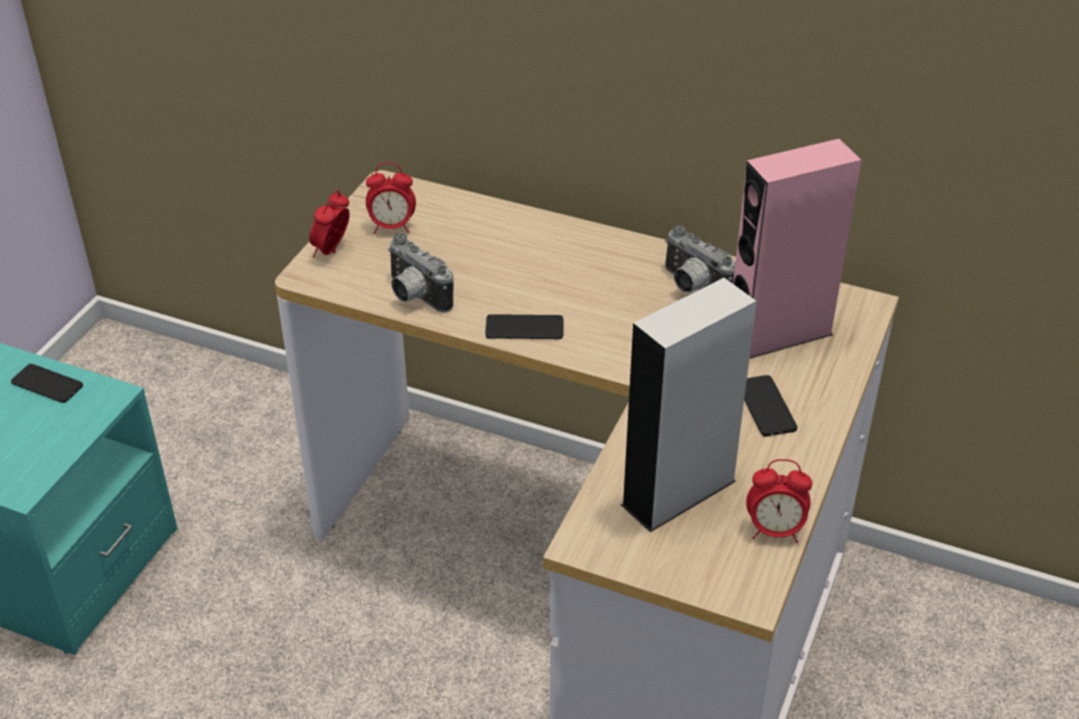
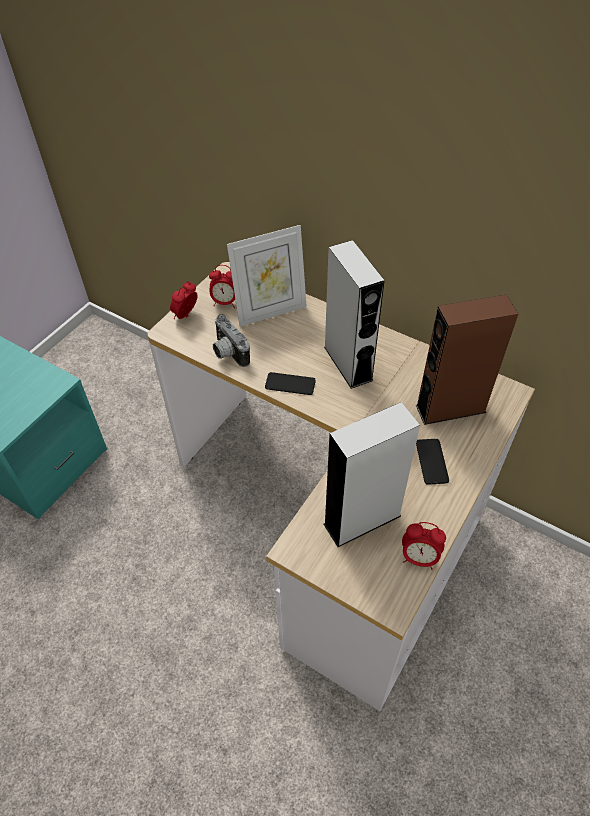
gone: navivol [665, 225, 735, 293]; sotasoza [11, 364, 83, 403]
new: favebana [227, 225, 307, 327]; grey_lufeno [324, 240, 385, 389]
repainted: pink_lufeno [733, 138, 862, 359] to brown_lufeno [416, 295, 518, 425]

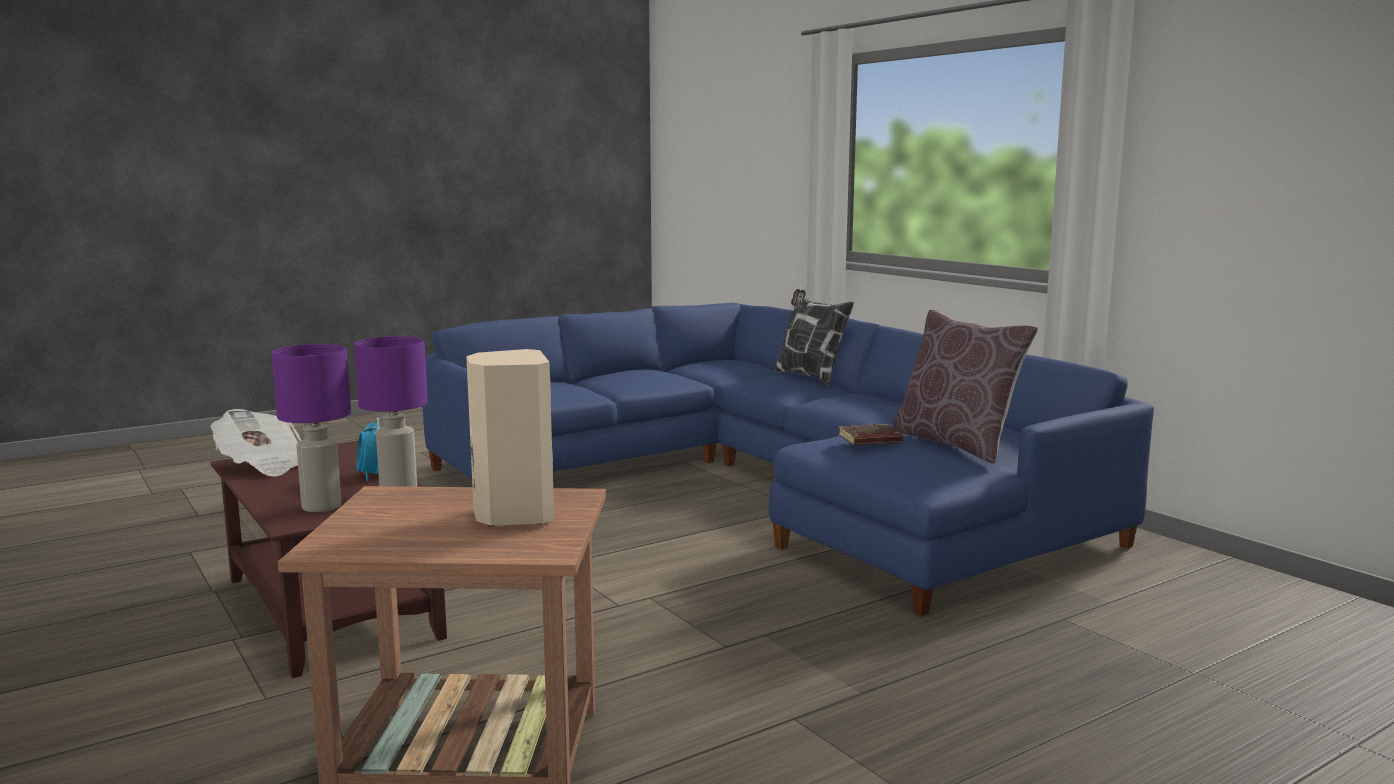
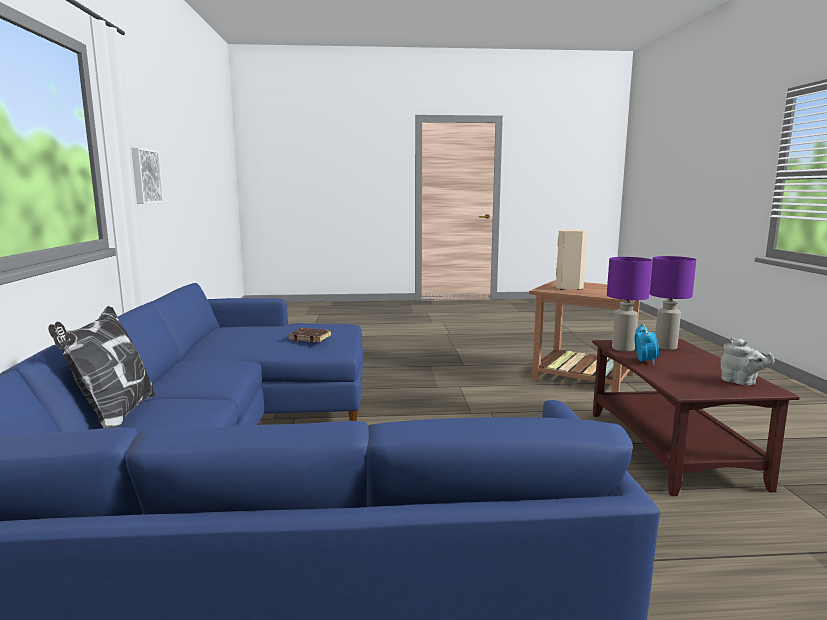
gone: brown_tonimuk [892, 310, 1038, 464]
new: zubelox [131, 148, 164, 204]
swapped: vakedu [211, 409, 301, 476] to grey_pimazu [721, 338, 775, 386]

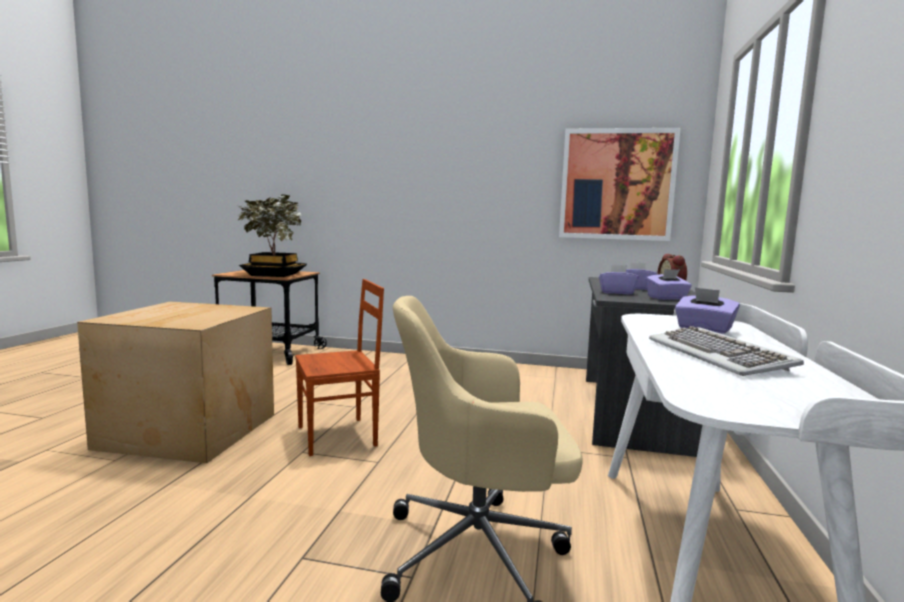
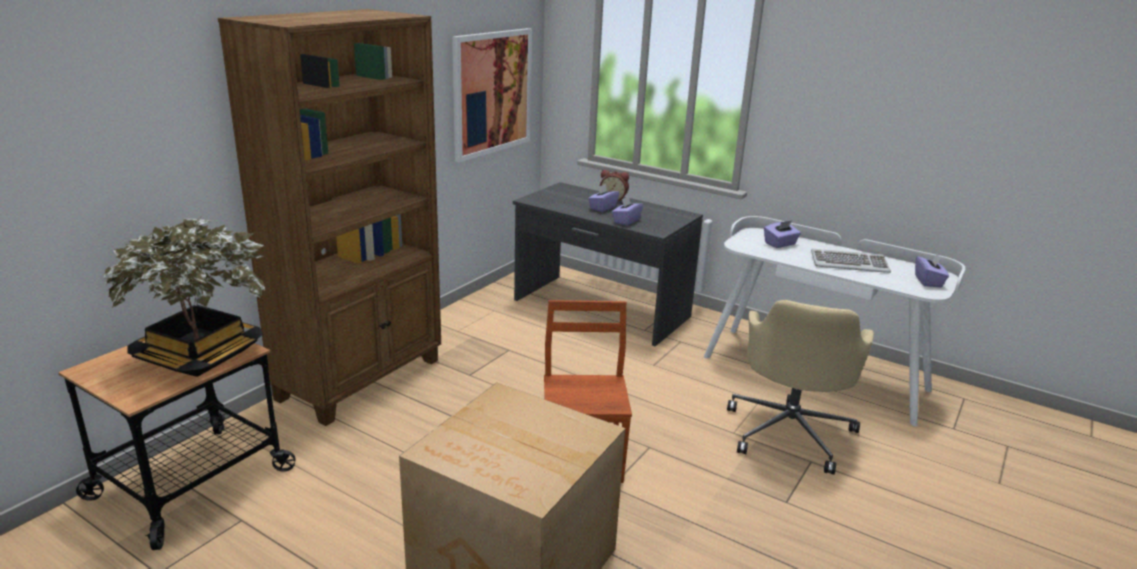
new: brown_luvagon [218, 9, 441, 426]
shifted: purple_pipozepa [646, 269, 692, 300] to [915, 253, 949, 288]

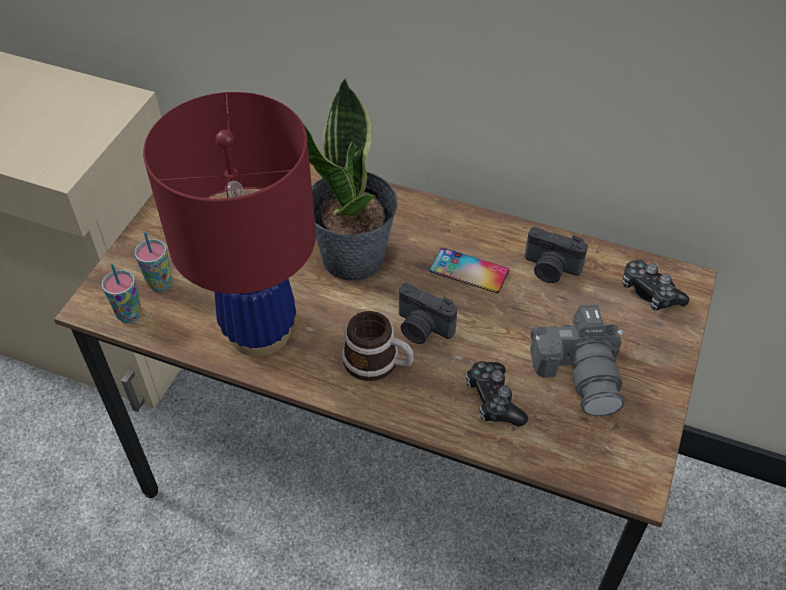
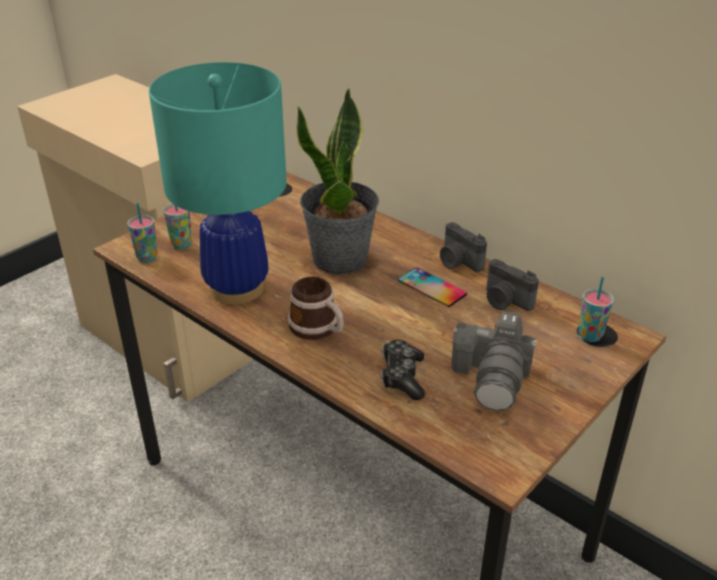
shifted: navivol [399, 283, 457, 344] to [440, 222, 487, 272]
swapped: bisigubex [622, 260, 689, 311] to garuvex [579, 277, 614, 342]
repainted: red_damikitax [143, 92, 316, 356] to turquoise_damikitax [149, 62, 287, 304]

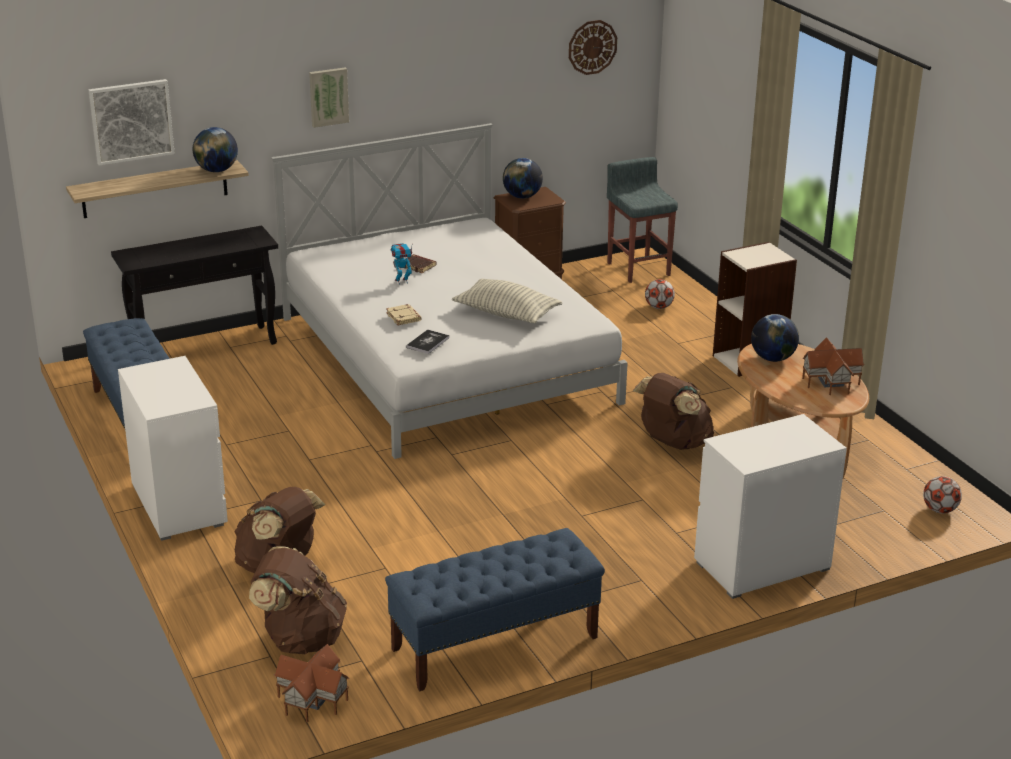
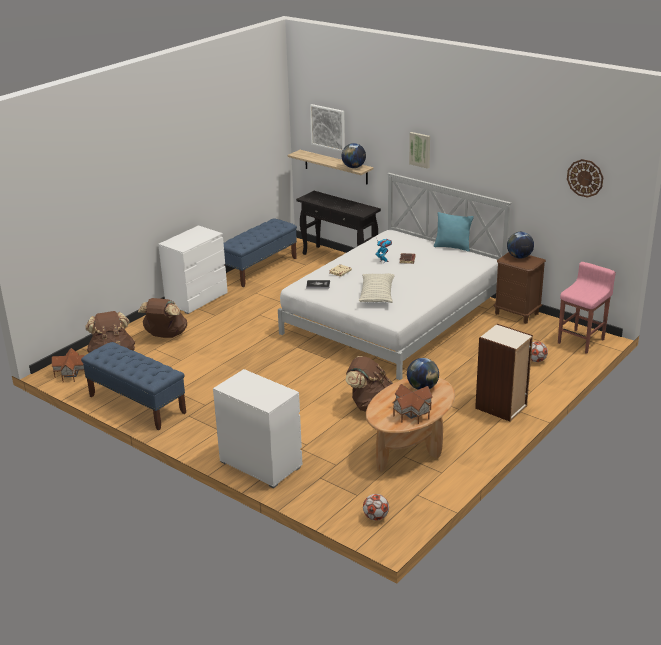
new: turquoise_tonimuk [434, 212, 474, 252]
repainted: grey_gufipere [607, 157, 678, 283] to pink_gufipere [558, 262, 616, 354]

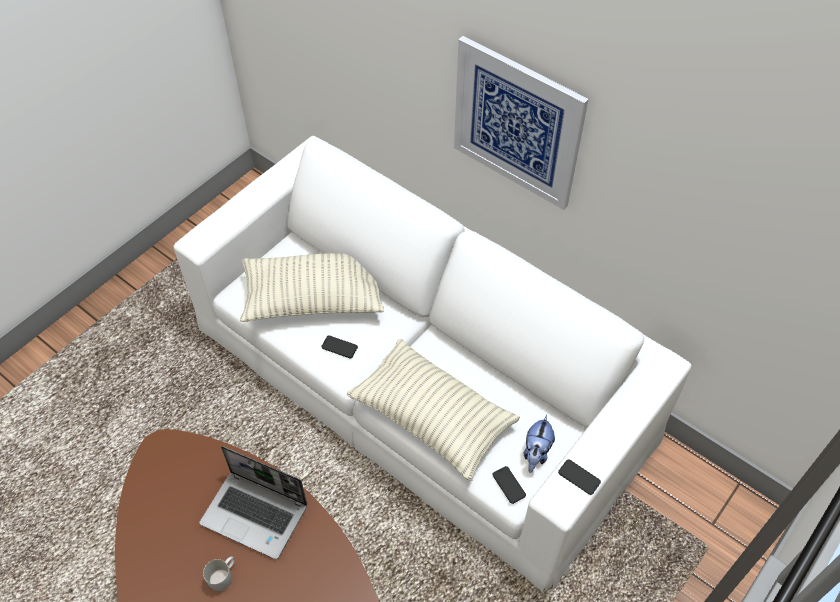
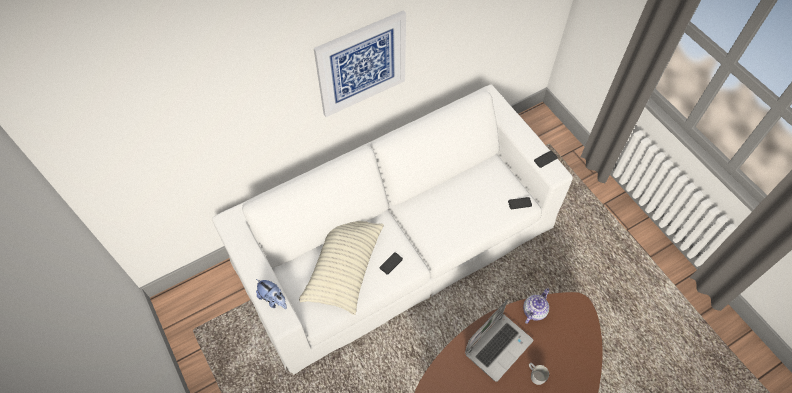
gone: tonimuk [347, 339, 520, 481]
new: pimazu [523, 288, 549, 324]
shifted: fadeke [524, 415, 555, 473] to [256, 279, 287, 309]

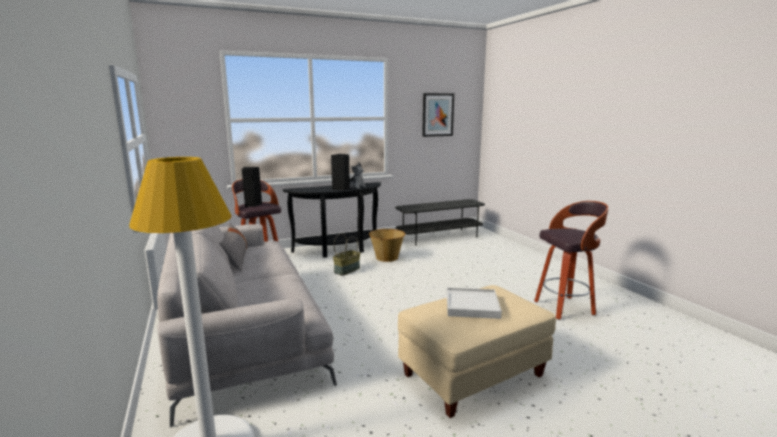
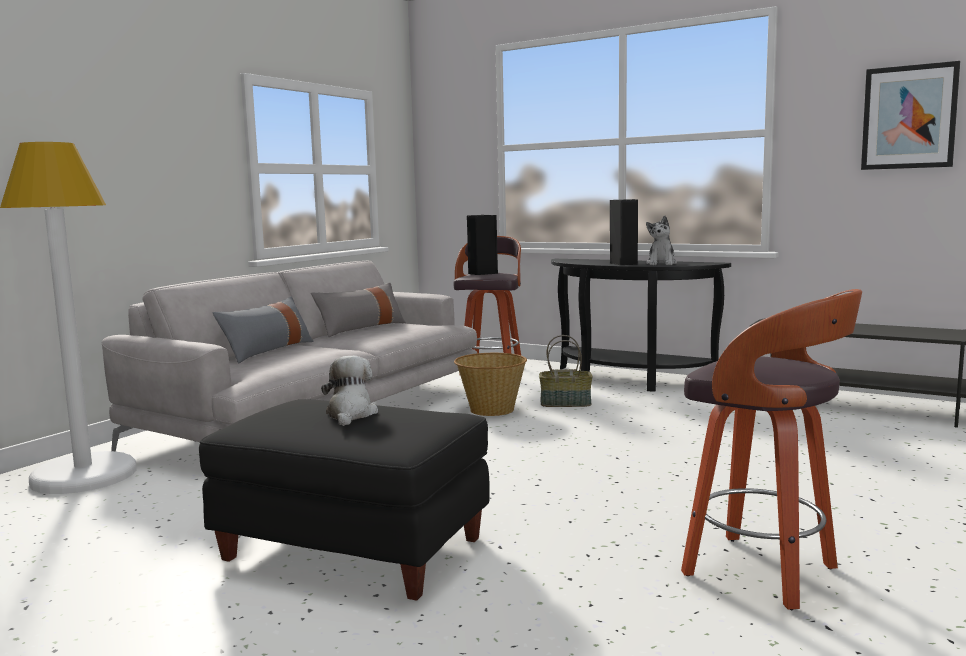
new: grey_tonimuk [212, 297, 314, 364]
shifted: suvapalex [369, 229, 405, 262] to [454, 353, 527, 416]
swapped: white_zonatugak [447, 288, 502, 319] to fadeke [321, 356, 378, 426]
repainted: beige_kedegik [398, 285, 556, 418] to black_kedegik [199, 399, 490, 601]

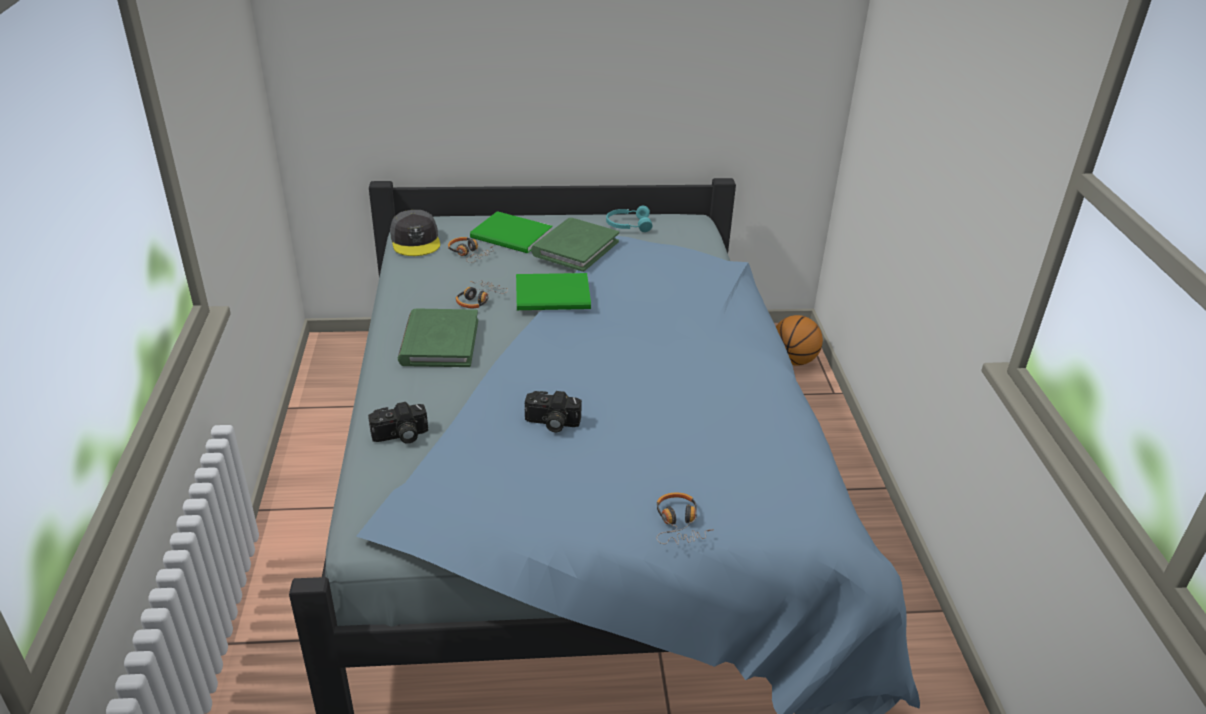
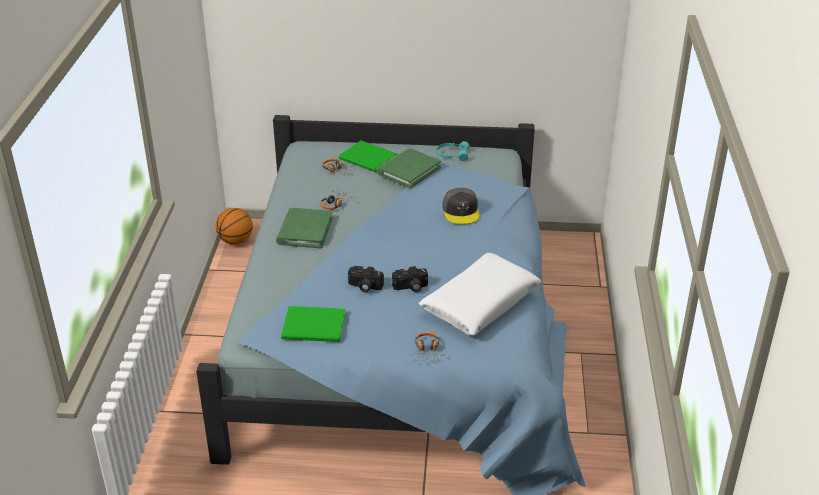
new: white_tonimuk [419, 253, 541, 335]
shifted: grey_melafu [390, 210, 440, 256] to [442, 188, 480, 225]; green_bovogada [516, 273, 591, 310] to [281, 306, 345, 342]; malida [776, 315, 823, 366] to [216, 208, 253, 245]; navivol [368, 402, 428, 444] to [392, 266, 428, 292]

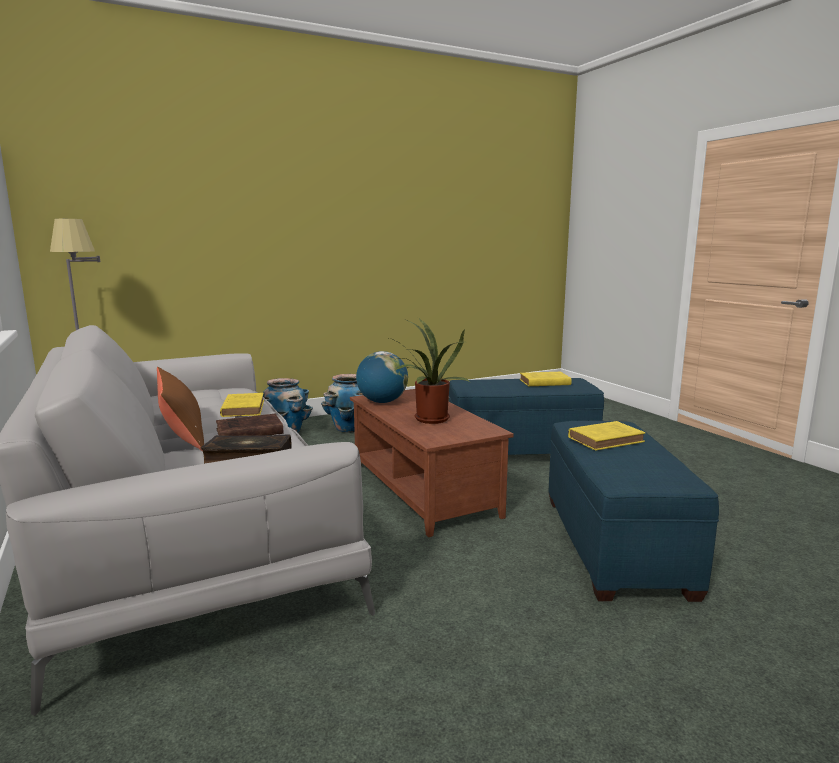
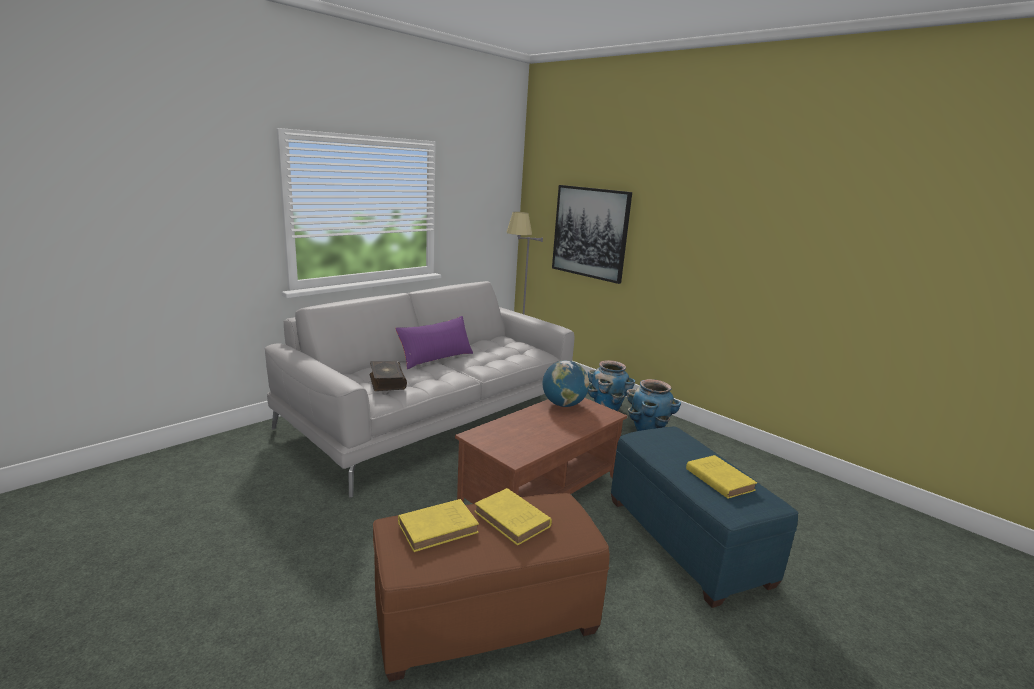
gone: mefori [389, 319, 470, 424]; brown_bovogada [216, 414, 284, 436]
new: zubelox [552, 185, 632, 284]
shifted: yellow_bovogada [220, 393, 264, 417] to [398, 499, 479, 552]
repainted: brown_tonimuk [157, 367, 204, 451] to purple_tonimuk [395, 316, 473, 369]; blue_kedegik [548, 421, 719, 602] to brown_kedegik [373, 493, 610, 682]

